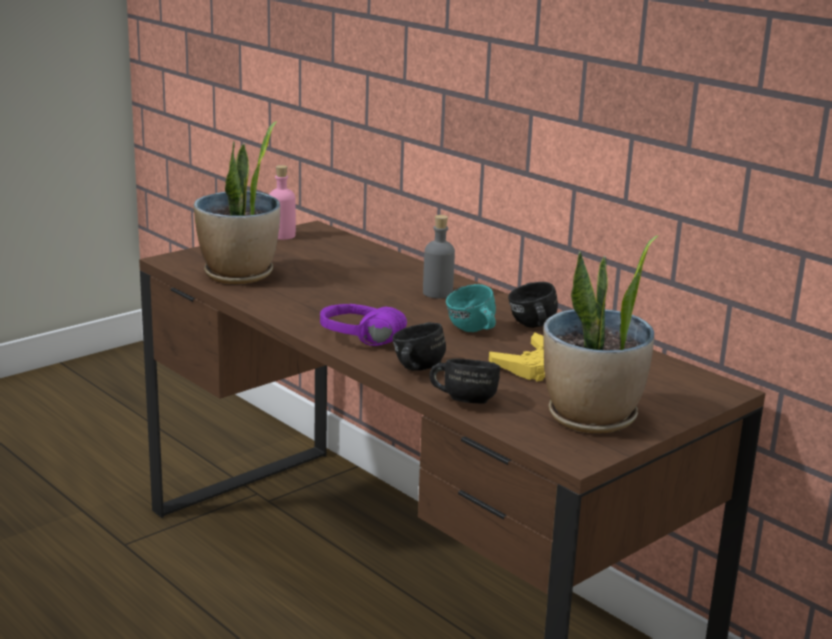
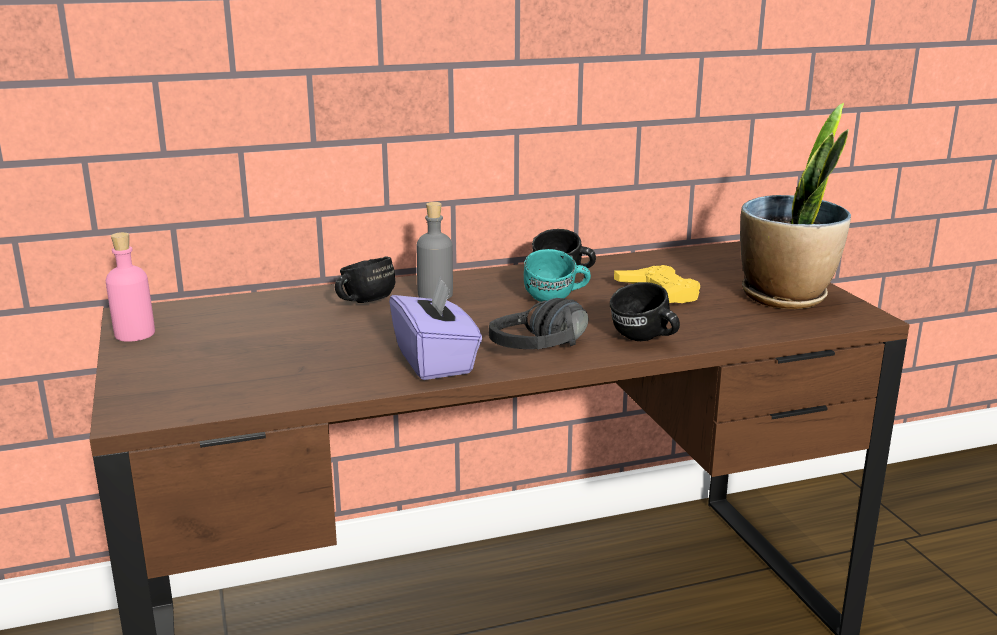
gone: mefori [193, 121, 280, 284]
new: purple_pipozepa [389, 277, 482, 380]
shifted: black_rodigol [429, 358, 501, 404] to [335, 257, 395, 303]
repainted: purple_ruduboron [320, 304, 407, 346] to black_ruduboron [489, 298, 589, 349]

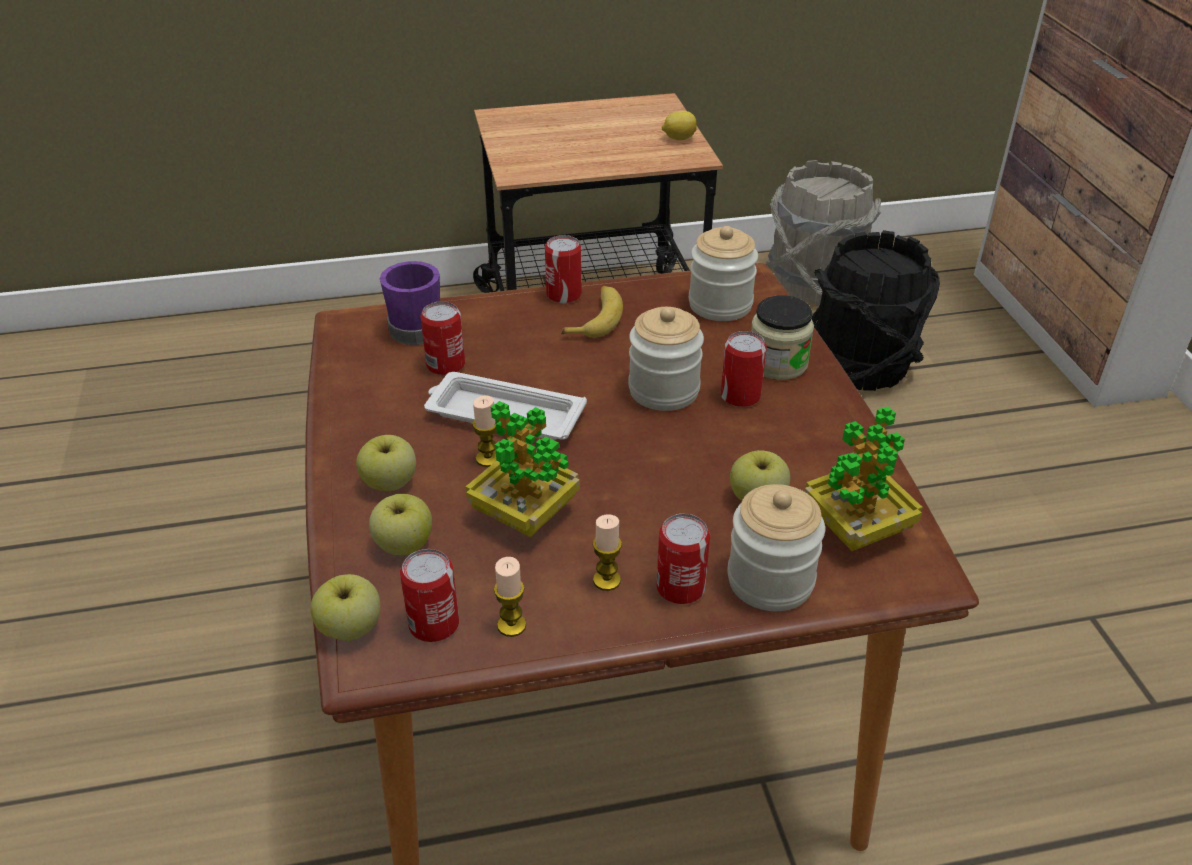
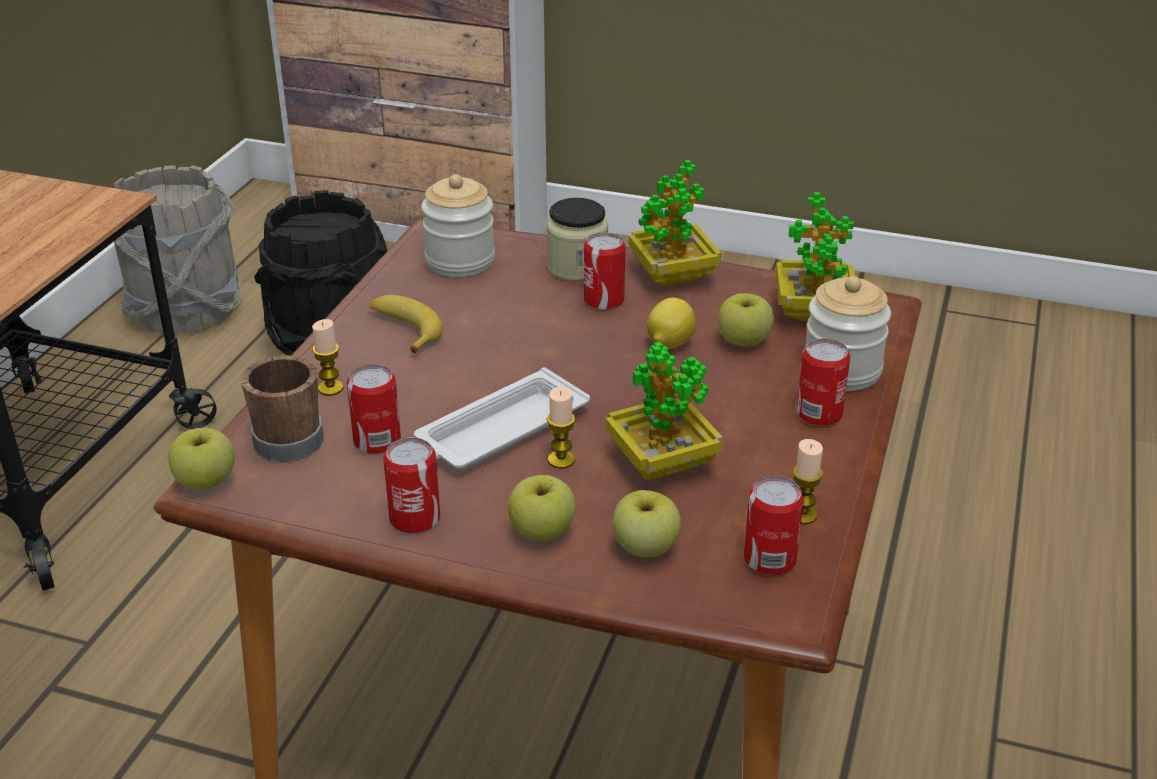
gone: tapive [628, 307, 704, 411]
new: mefori [629, 160, 721, 286]
shifted: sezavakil [662, 111, 697, 140] to [647, 297, 696, 349]; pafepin [545, 235, 582, 304] to [383, 437, 440, 534]; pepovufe [593, 514, 622, 591] to [312, 319, 343, 396]; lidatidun [311, 574, 380, 641] to [168, 428, 235, 490]
repainted: purple_rodigol [380, 261, 440, 345] to brown_rodigol [241, 355, 324, 462]

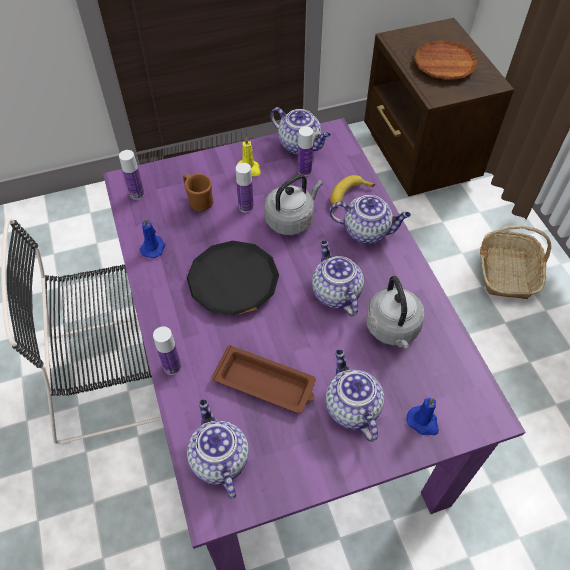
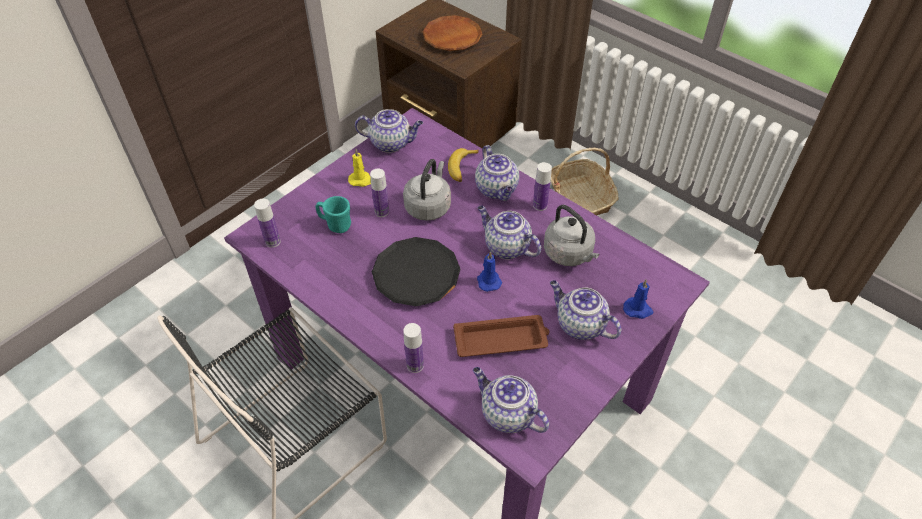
shifted: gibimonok [298, 126, 313, 176] to [533, 162, 552, 211]; blue_pepovufe [140, 218, 165, 258] to [477, 251, 502, 292]
repainted: brown_rodigol [183, 174, 213, 212] to turquoise_rodigol [315, 196, 351, 233]
rotated: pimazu [329, 195, 411, 244] = [475, 145, 519, 201] 90 degrees clockwise

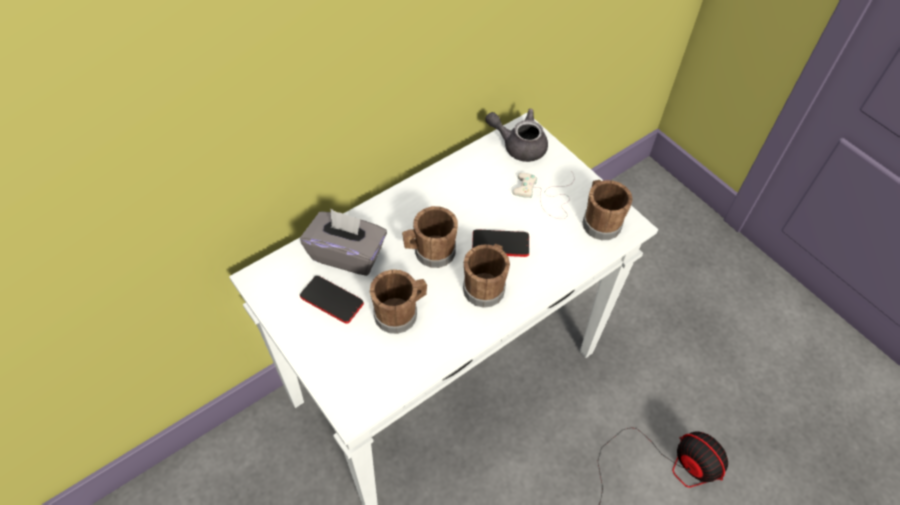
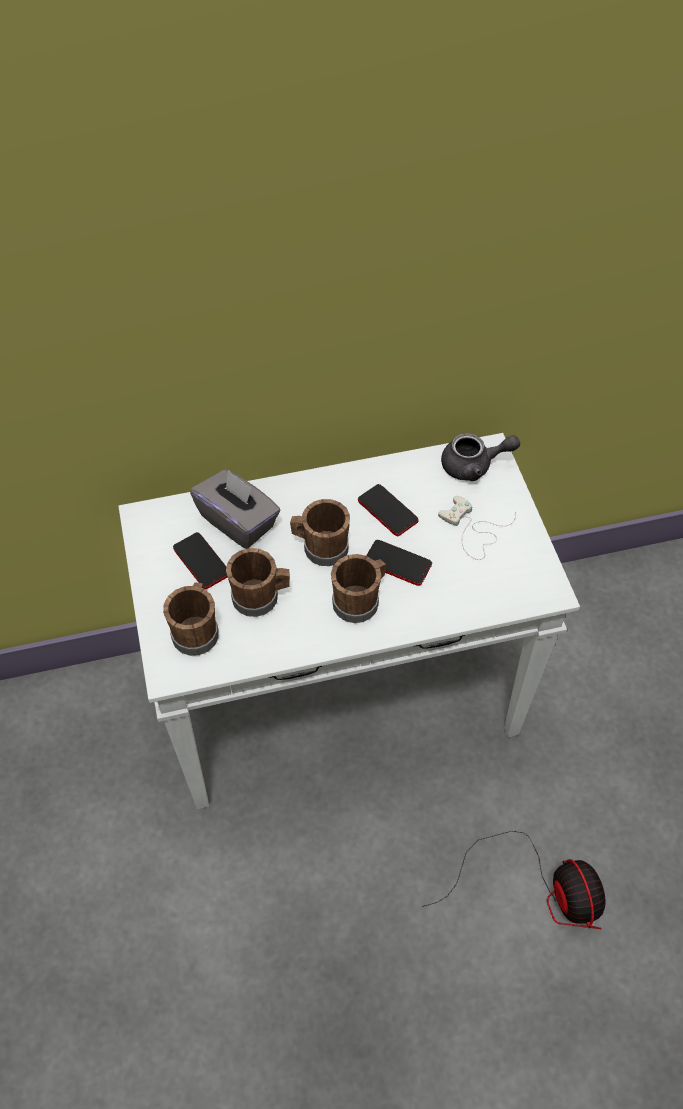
new: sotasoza [358, 484, 419, 536]
shifted: brown_rodigol [582, 180, 633, 240] to [163, 583, 219, 656]
rotated: grey_pimazu [485, 109, 548, 162] = [441, 433, 520, 481] 135 degrees clockwise

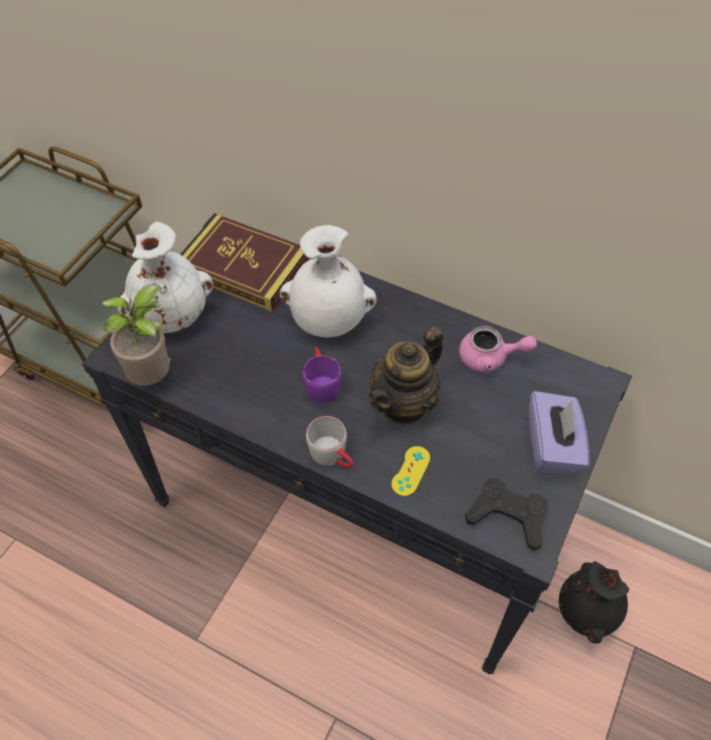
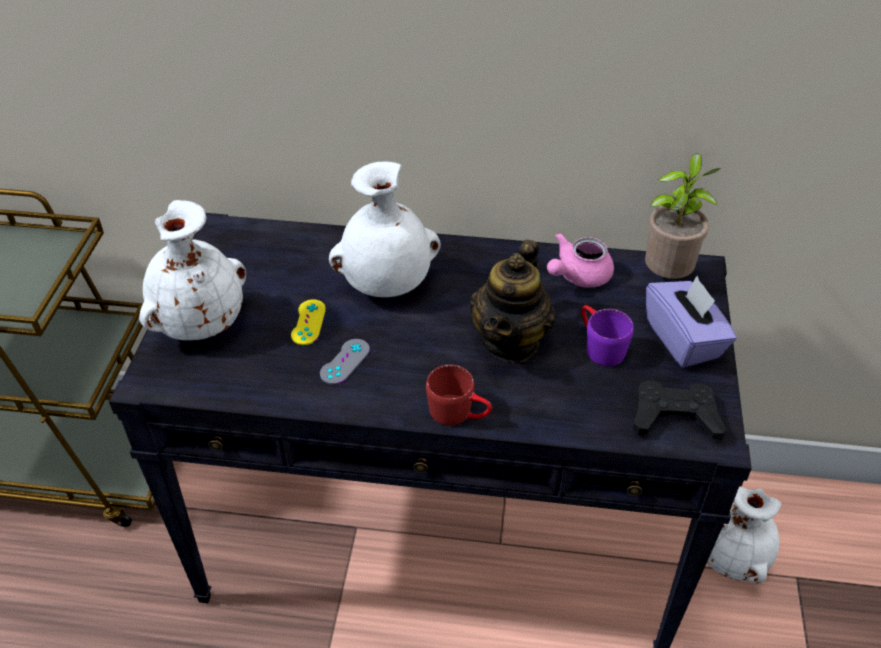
gone: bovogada [183, 214, 309, 312]
new: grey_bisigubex [320, 339, 370, 385]
shifted: mefori [102, 284, 175, 386] to [645, 153, 721, 279]; purple_rodigol [302, 347, 341, 403] to [582, 305, 634, 366]; yellow_bisigubex [391, 446, 430, 496] to [291, 299, 326, 345]
repainted: grey_rodigol [306, 416, 353, 468] to red_rodigol [426, 365, 492, 426]; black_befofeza [559, 561, 629, 644] to white_befofeza [707, 487, 781, 584]
rotated: pink_pimazu [459, 326, 537, 373] = [547, 233, 614, 288] 150 degrees clockwise

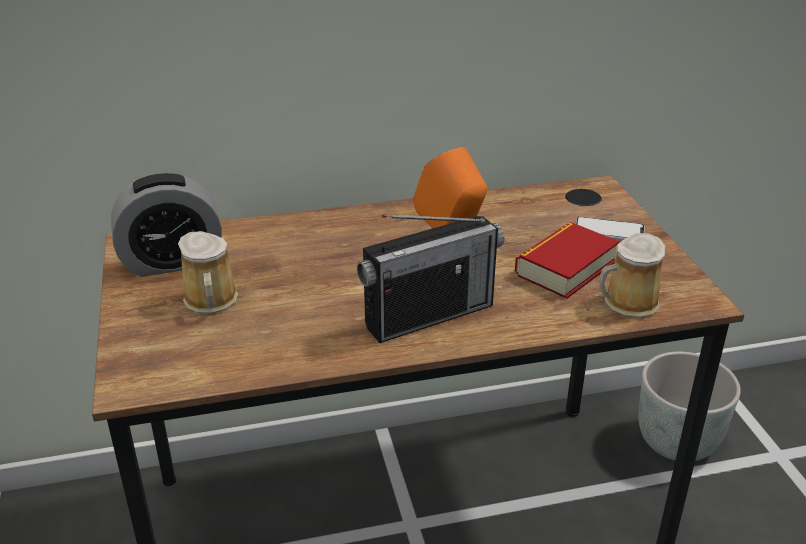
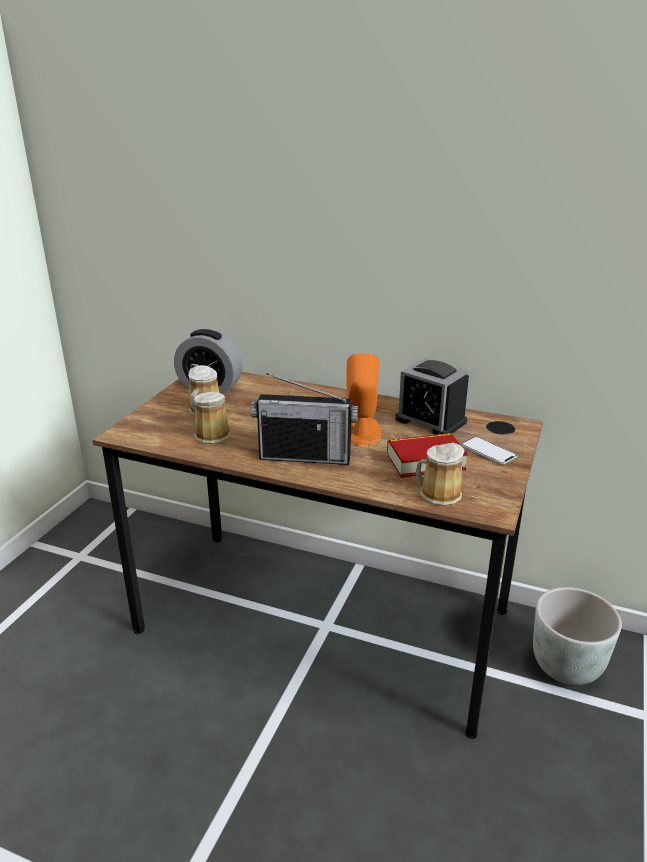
new: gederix [395, 358, 469, 435]; rodigol [194, 392, 231, 444]

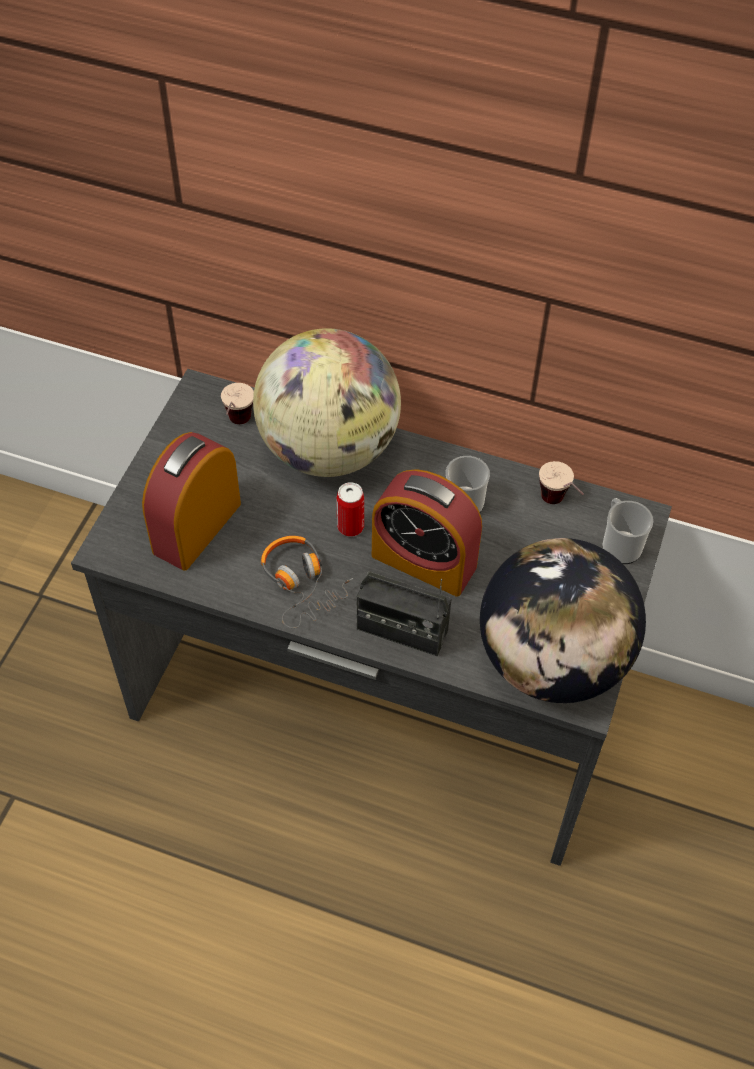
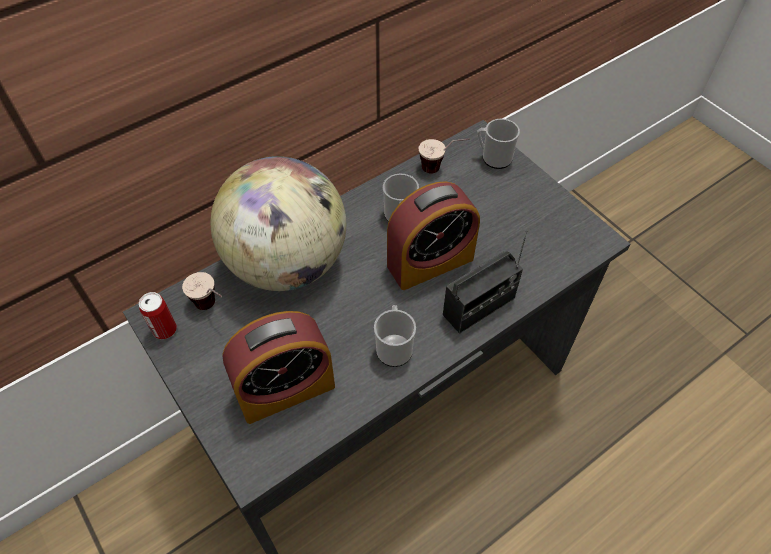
gone: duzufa [480, 538, 646, 703]
shifted: pafepin [336, 482, 364, 537] to [139, 292, 177, 339]
swapped: ruduboron [261, 536, 353, 628] to rodigol [374, 305, 416, 367]
rotated: gederix [142, 432, 241, 570] = [222, 311, 335, 424] 90 degrees counterclockwise

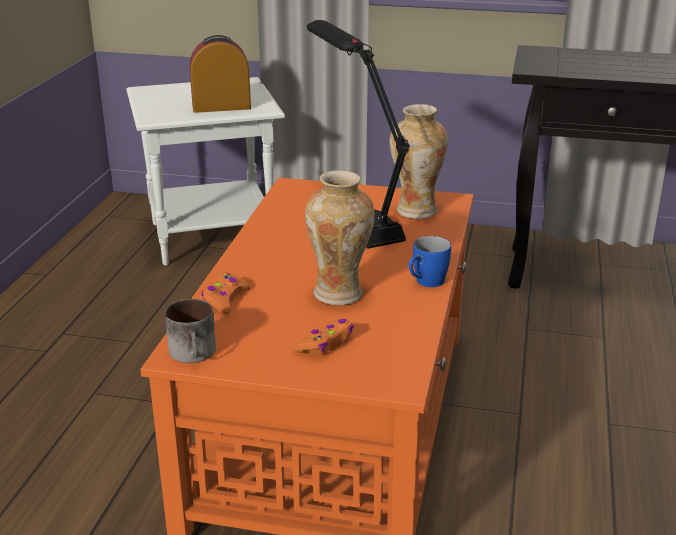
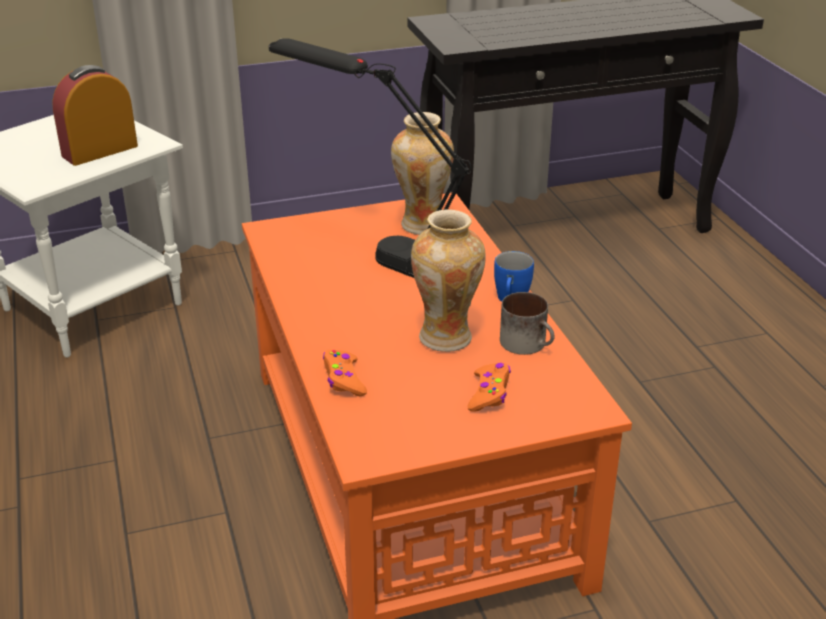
shifted: rodigol [165, 299, 216, 363] to [500, 292, 555, 355]

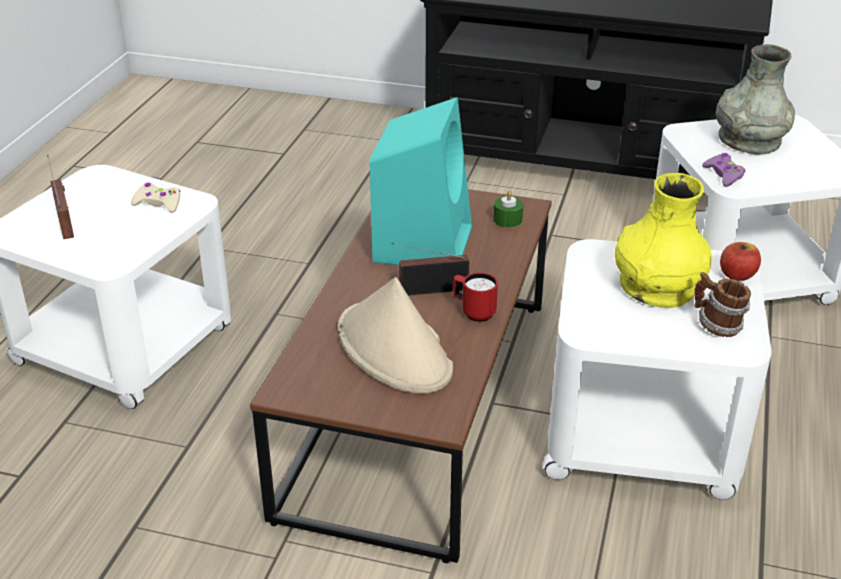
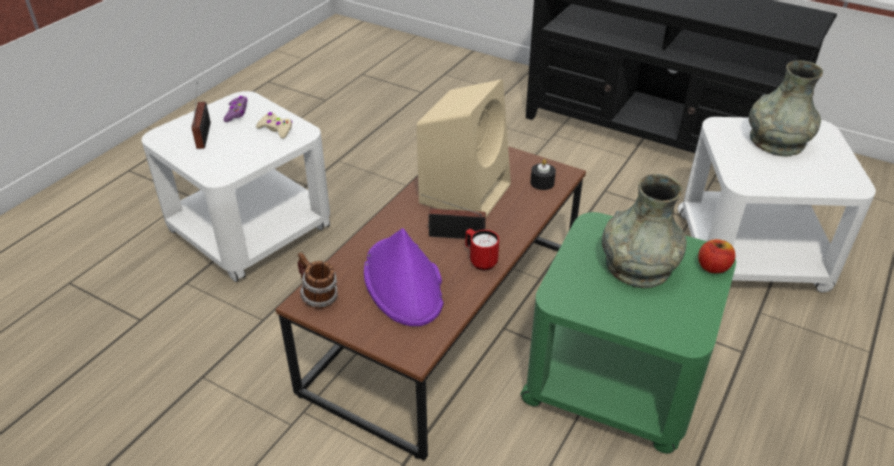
shifted: purple_bisigubex [702, 153, 745, 187] to [223, 96, 247, 122]; rodigol [694, 272, 751, 337] to [297, 252, 338, 309]
repainted: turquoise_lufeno [369, 97, 472, 265] to beige_lufeno [417, 79, 511, 217]; yellow_befofeza [615, 173, 712, 308] to grey_befofeza [602, 174, 687, 288]; green_pepovufe [493, 190, 523, 228] to black_pepovufe [531, 159, 556, 190]; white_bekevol [543, 239, 771, 500] to green_bekevol [520, 212, 736, 454]; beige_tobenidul [338, 277, 453, 393] to purple_tobenidul [364, 228, 444, 326]

